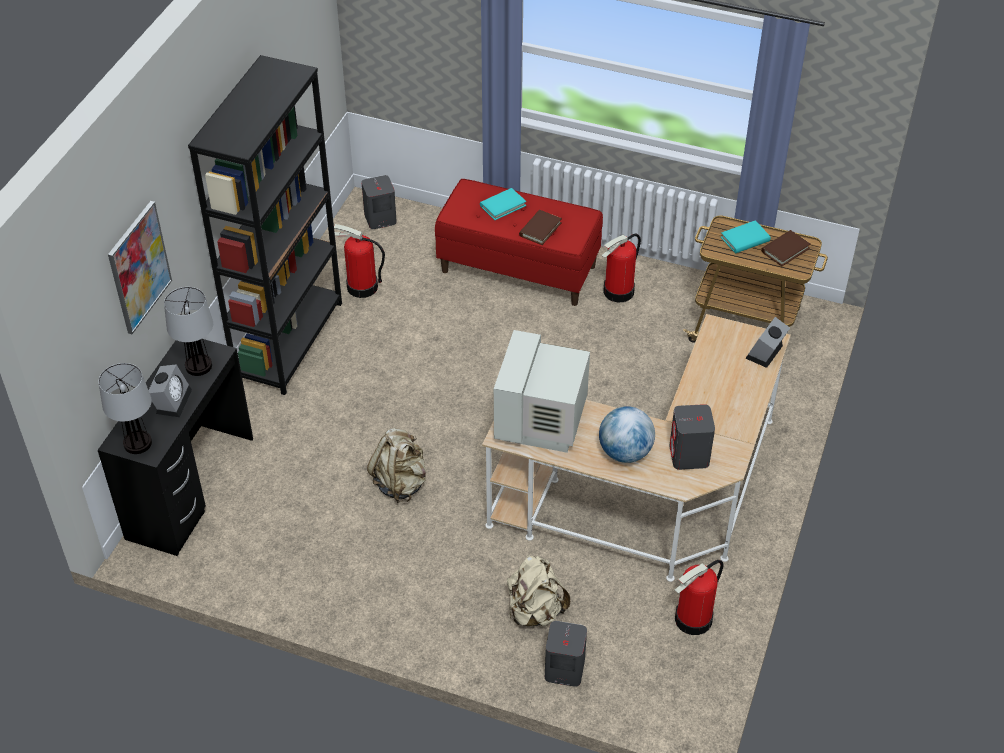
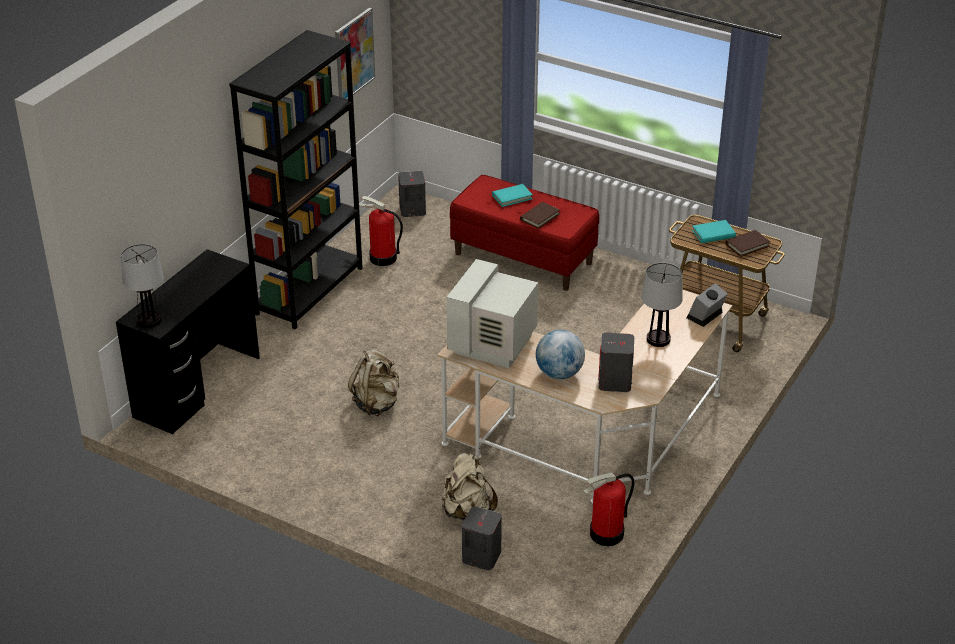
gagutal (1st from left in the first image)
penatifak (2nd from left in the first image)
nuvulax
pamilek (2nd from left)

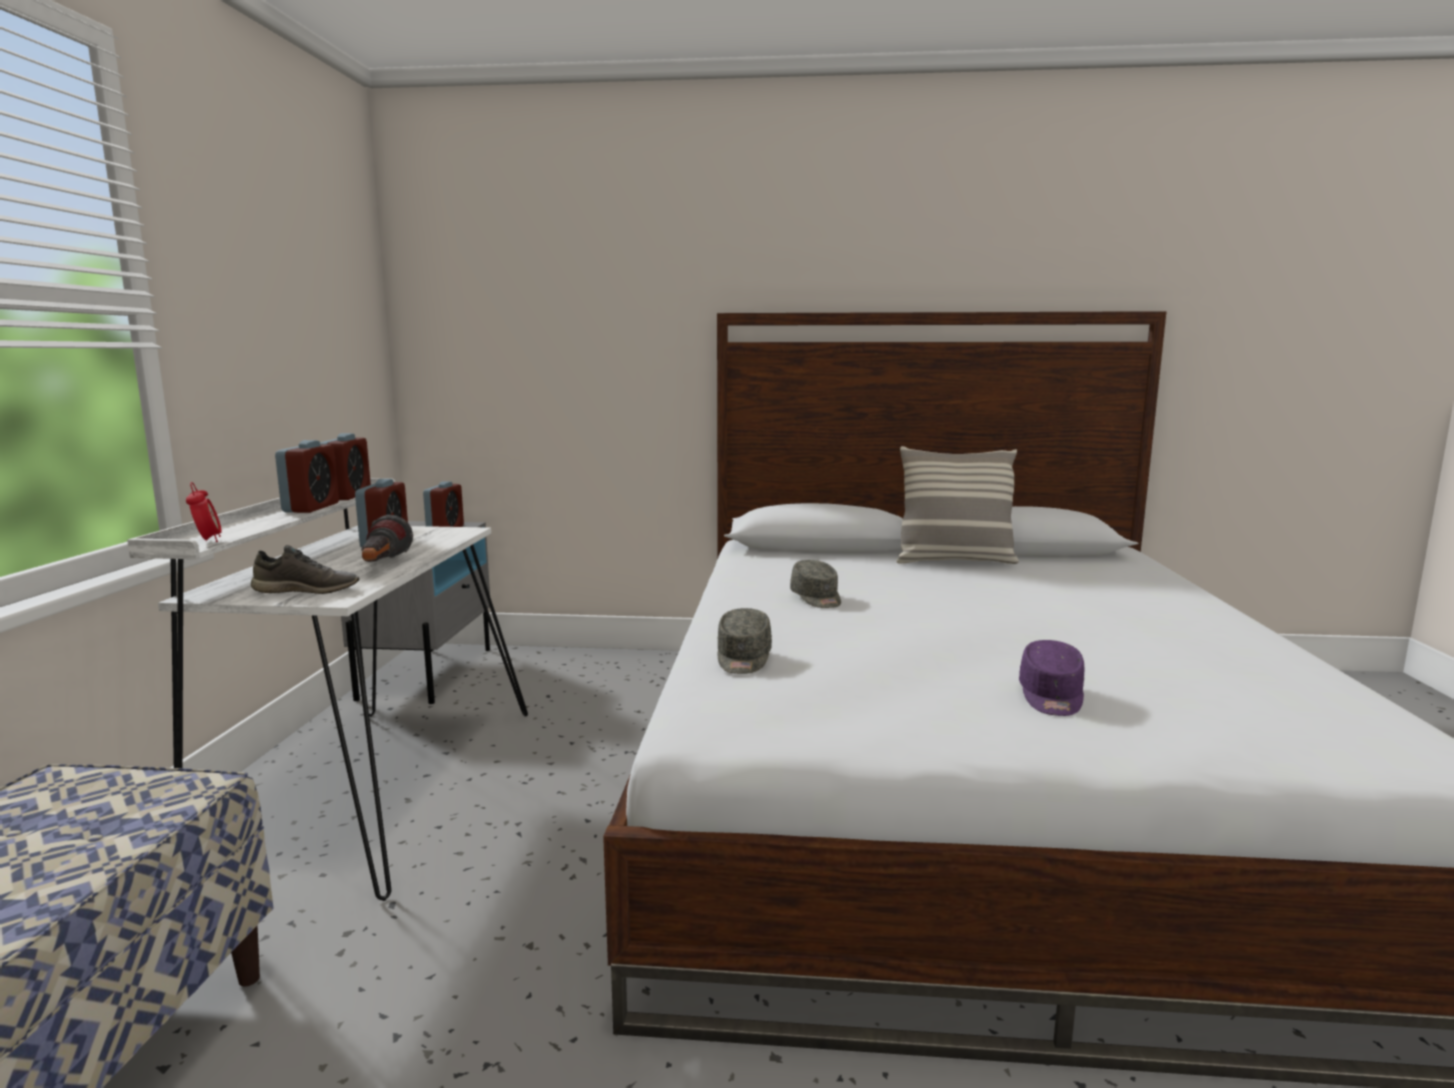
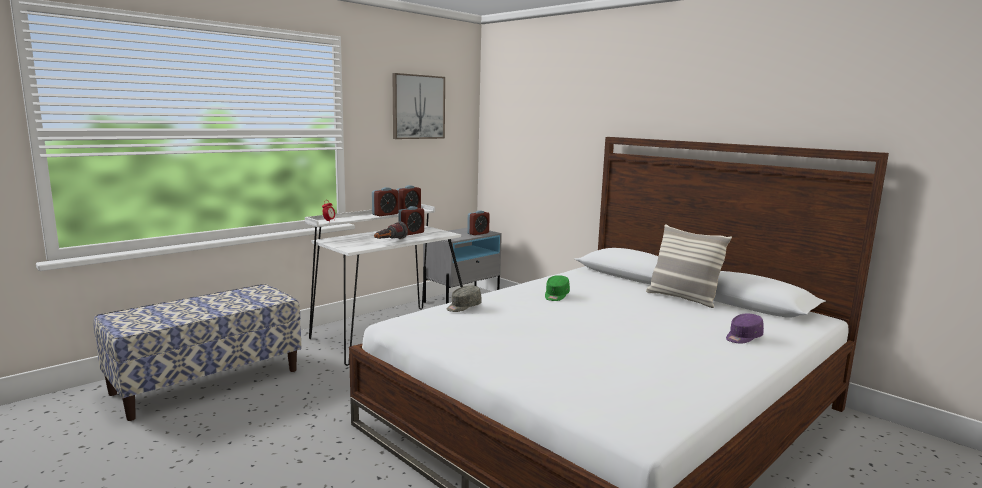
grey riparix
nuvulax
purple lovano
green lovano

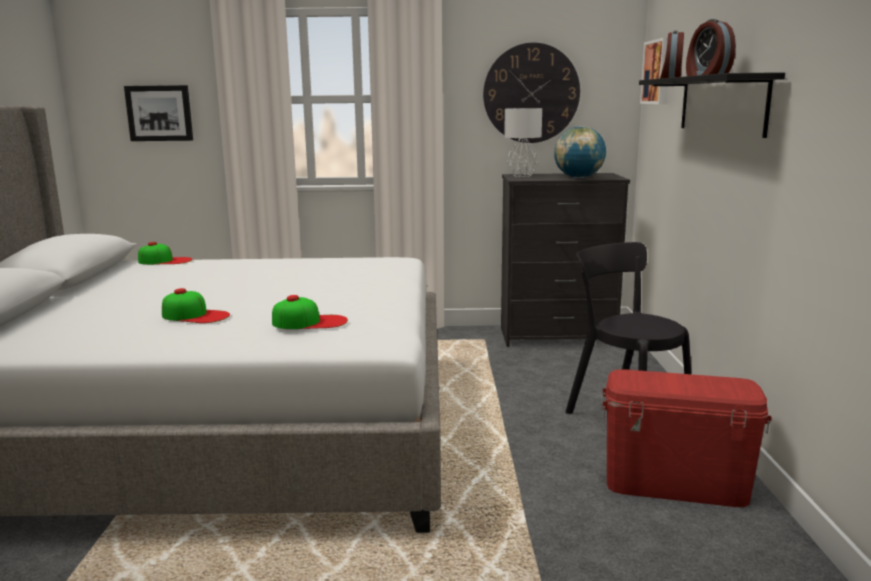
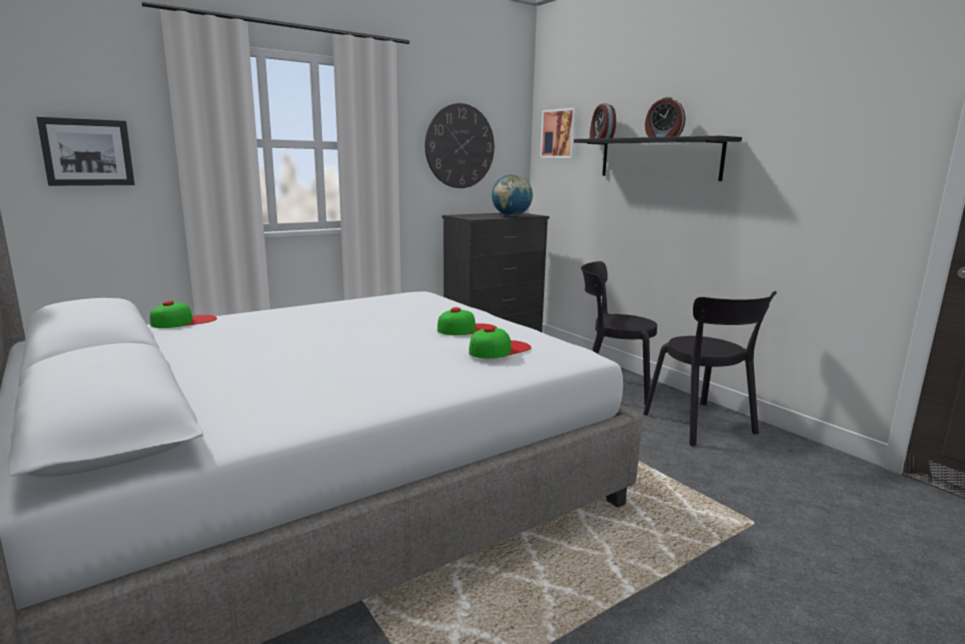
grey pamilek
lovano (2nd from left)
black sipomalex (2nd from left)

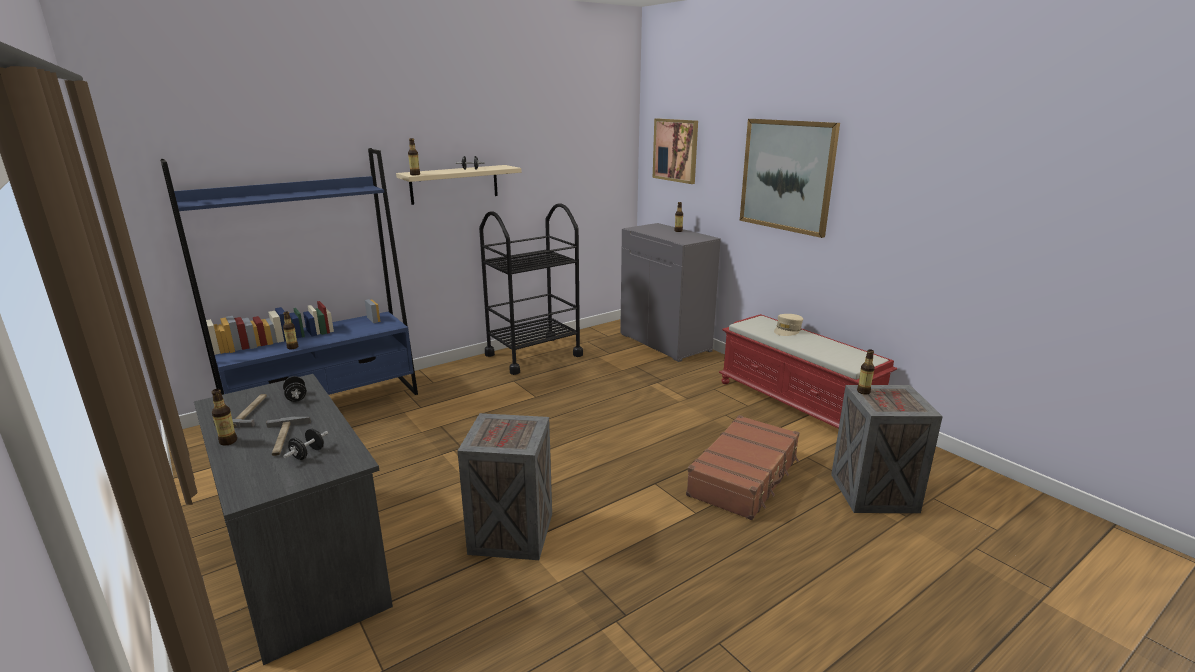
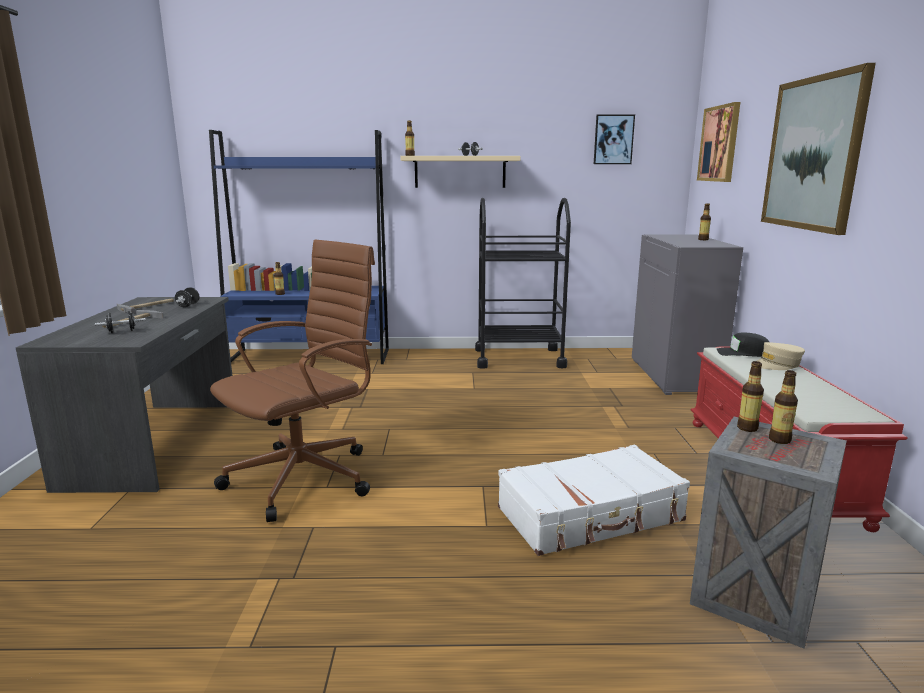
nuvulax (1st from left)
black lovano
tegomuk (5th from left)
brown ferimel
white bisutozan

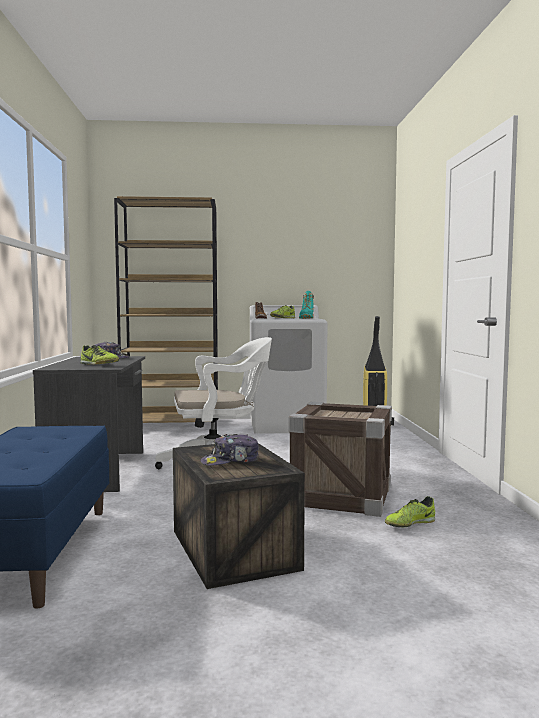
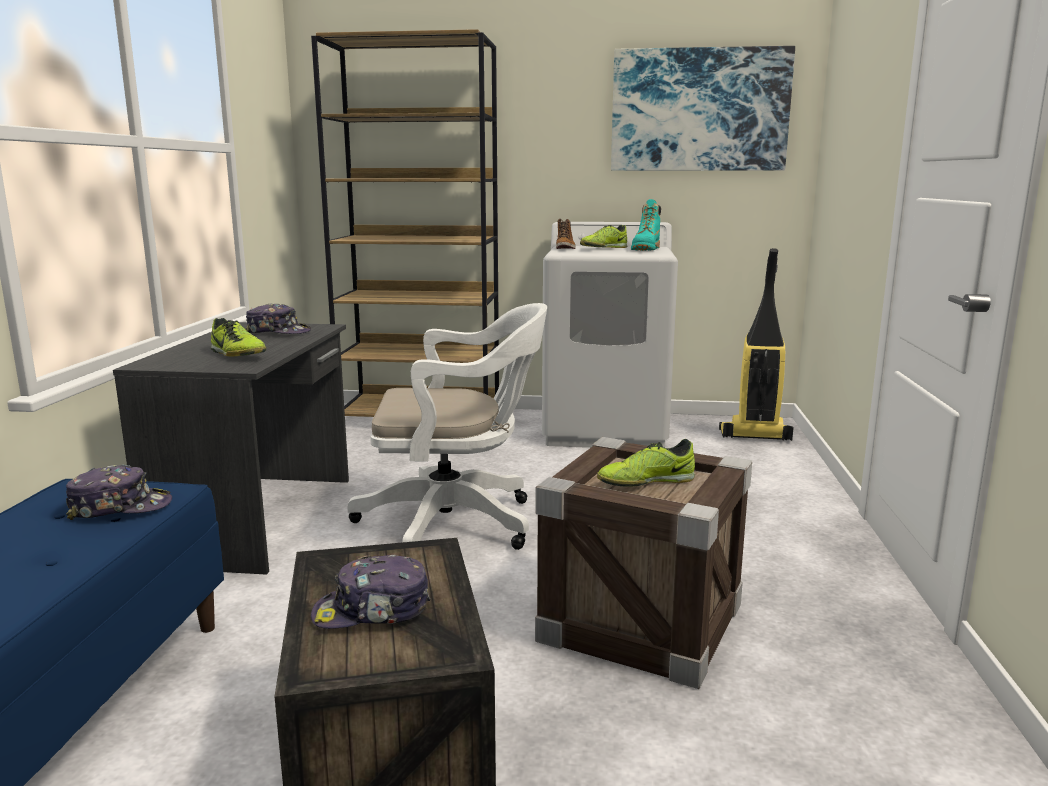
lovano (1st from left)
nuvulax
riparix (3rd from left)

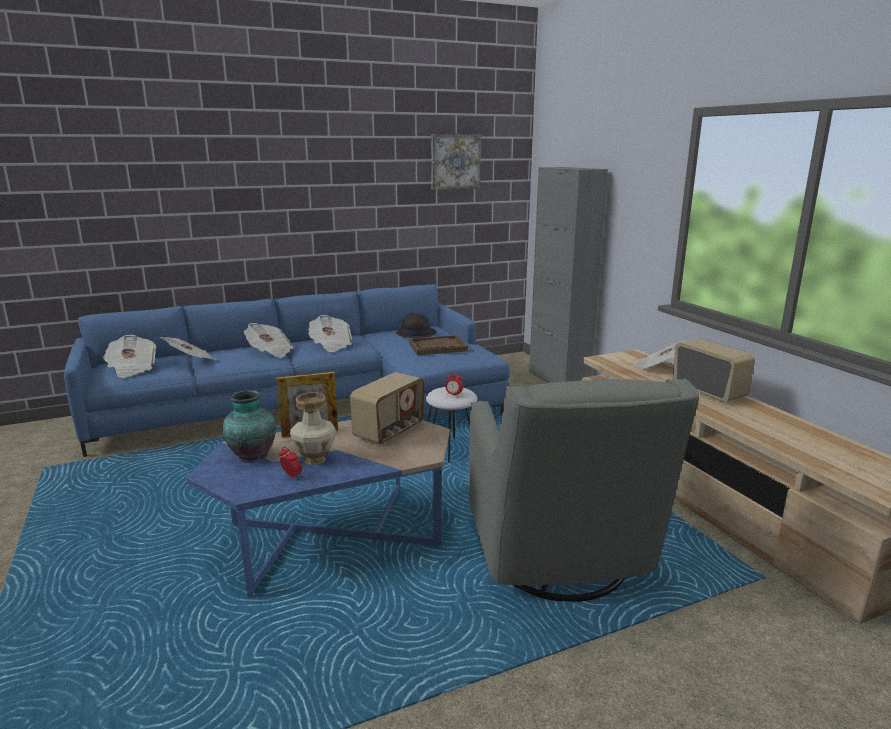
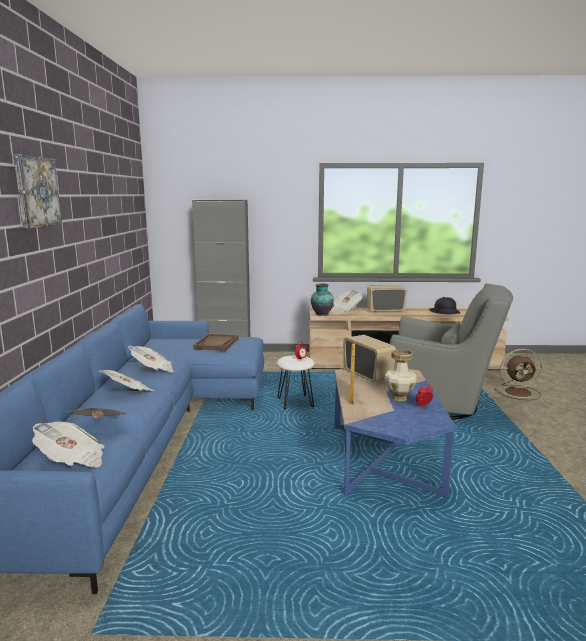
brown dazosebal
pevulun (1st from left)
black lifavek
nuvulax

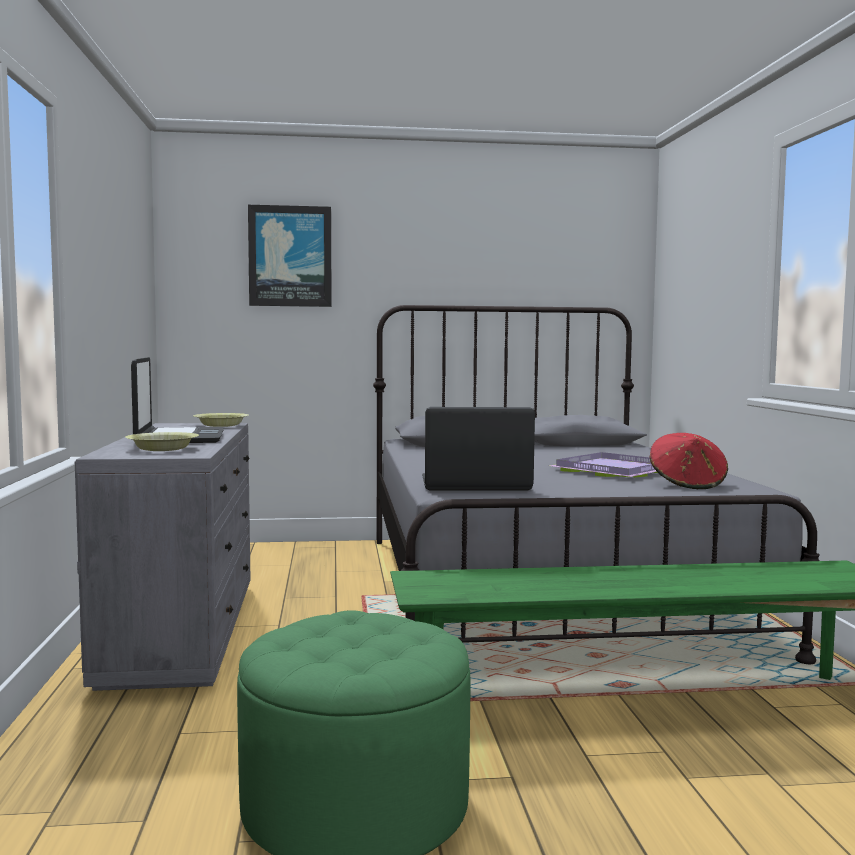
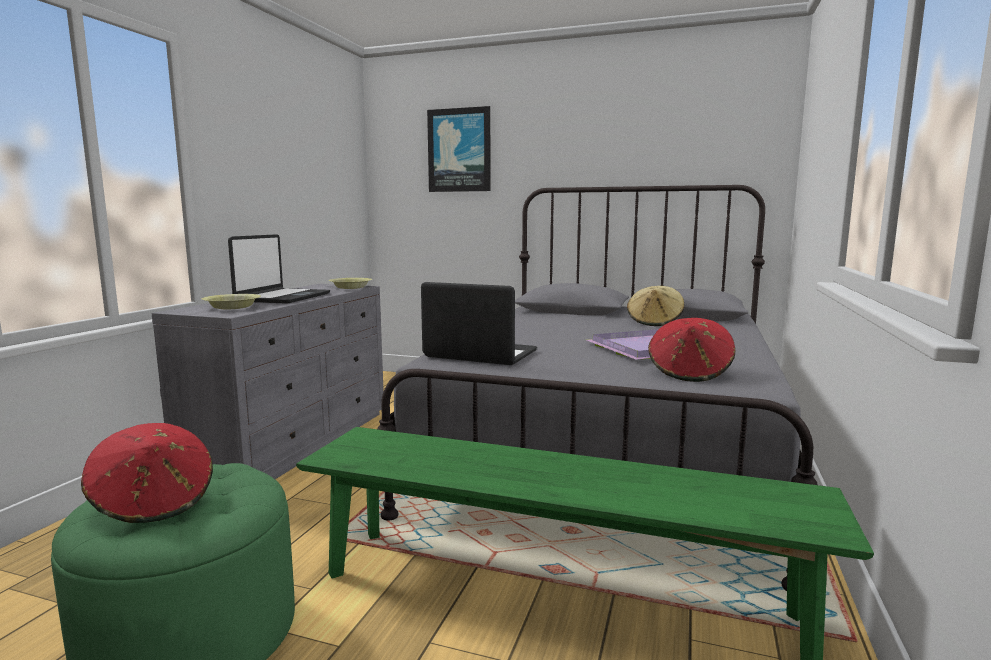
red lifavek (1st from left)
beige lifavek

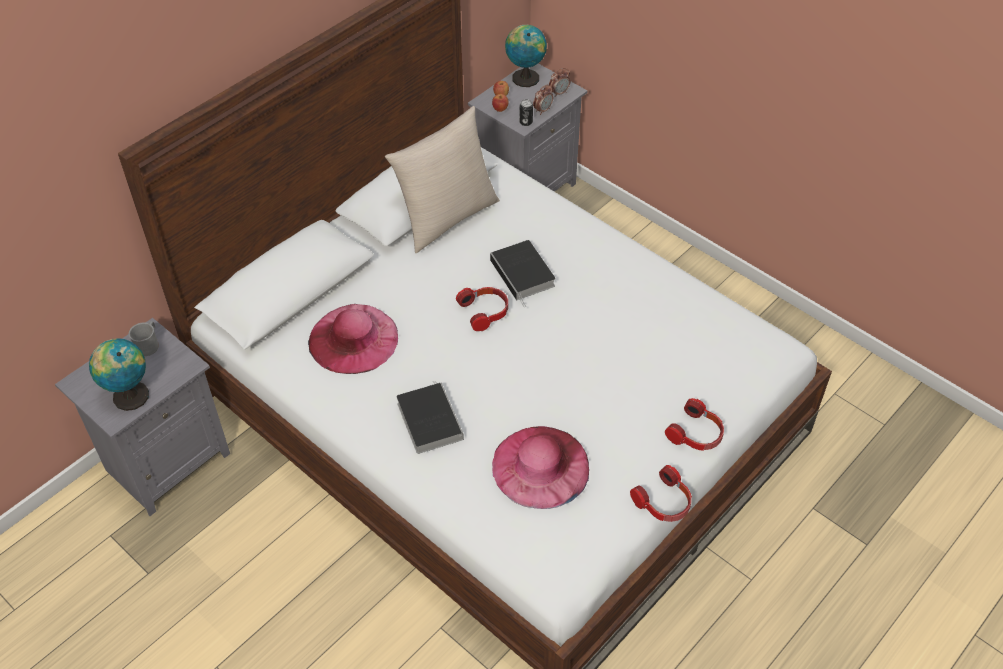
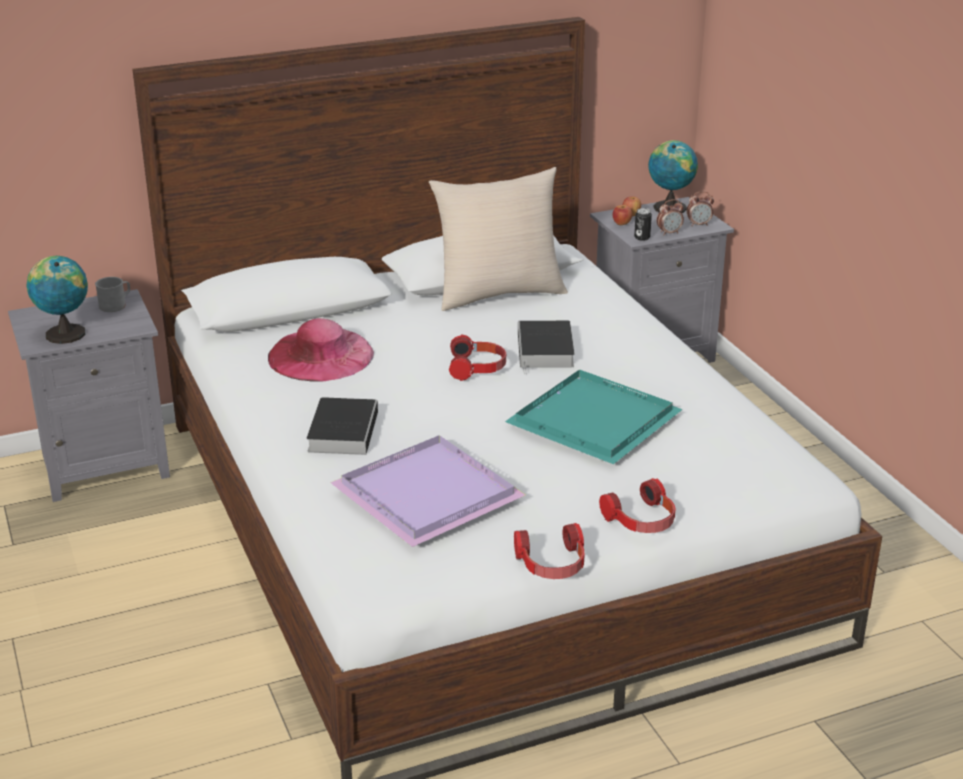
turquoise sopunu
purple sopunu

